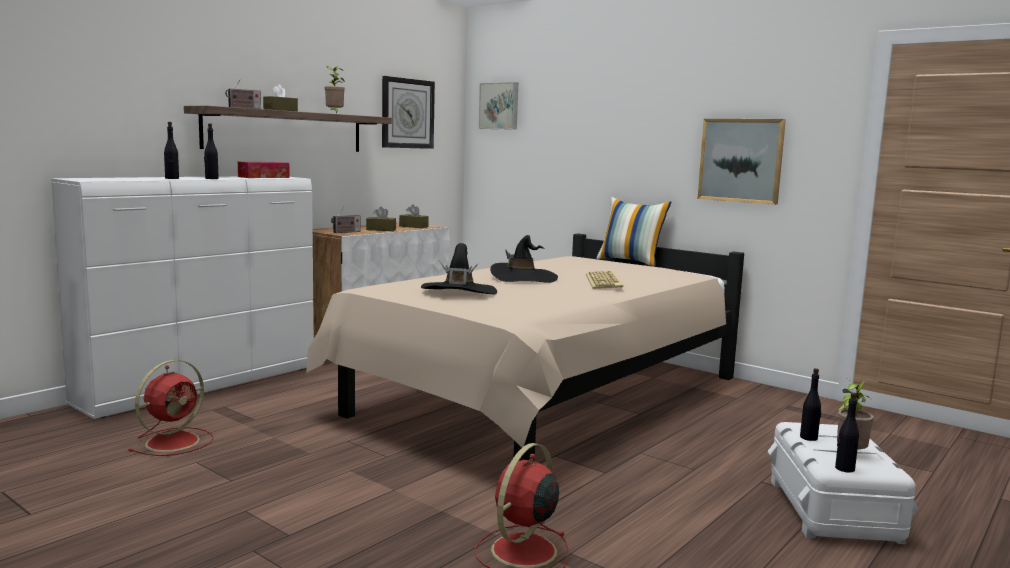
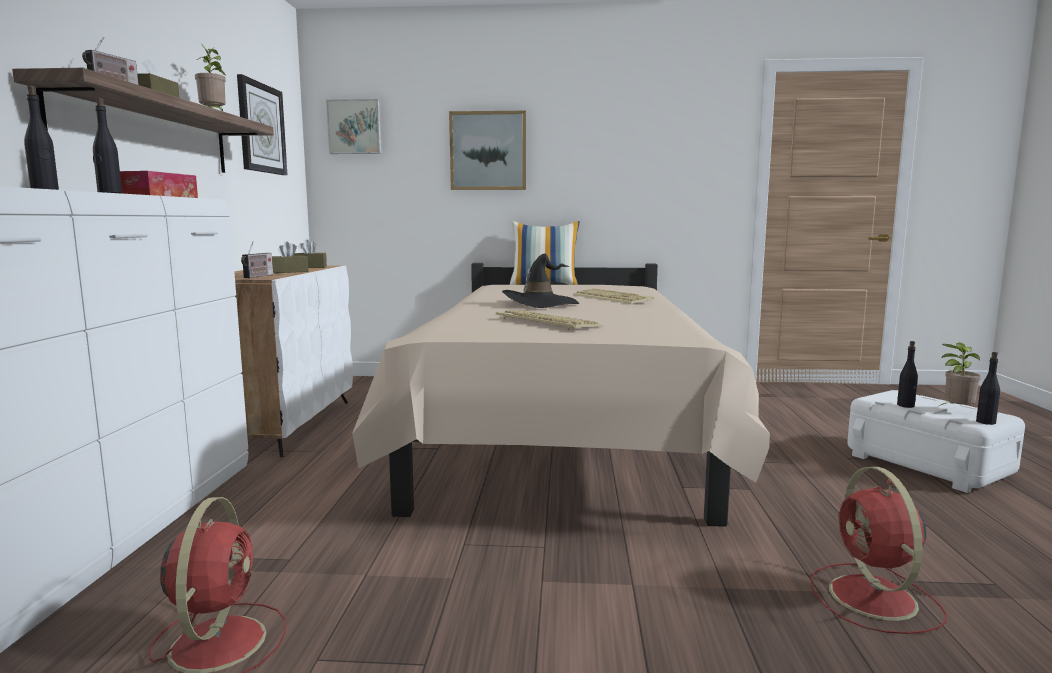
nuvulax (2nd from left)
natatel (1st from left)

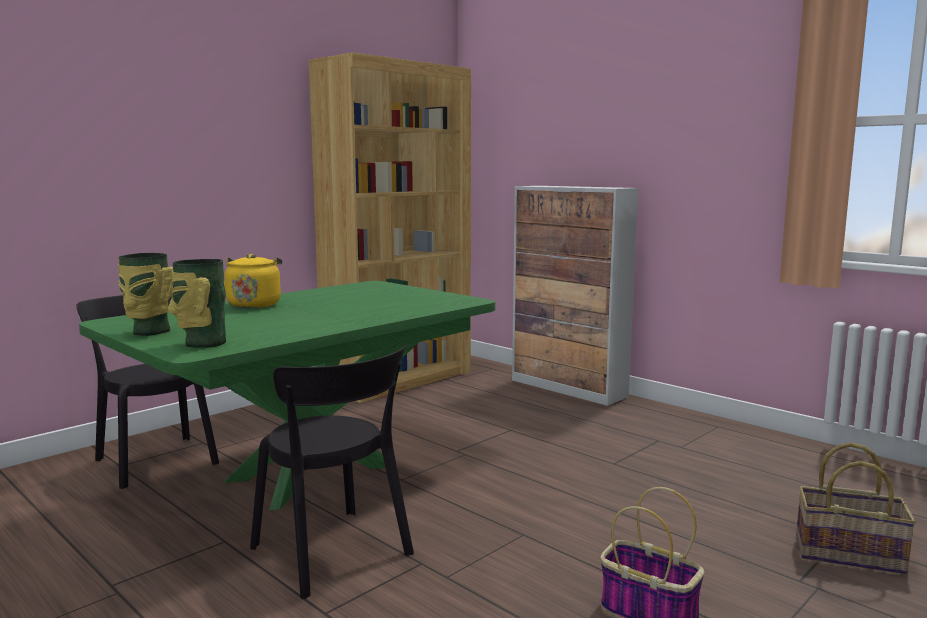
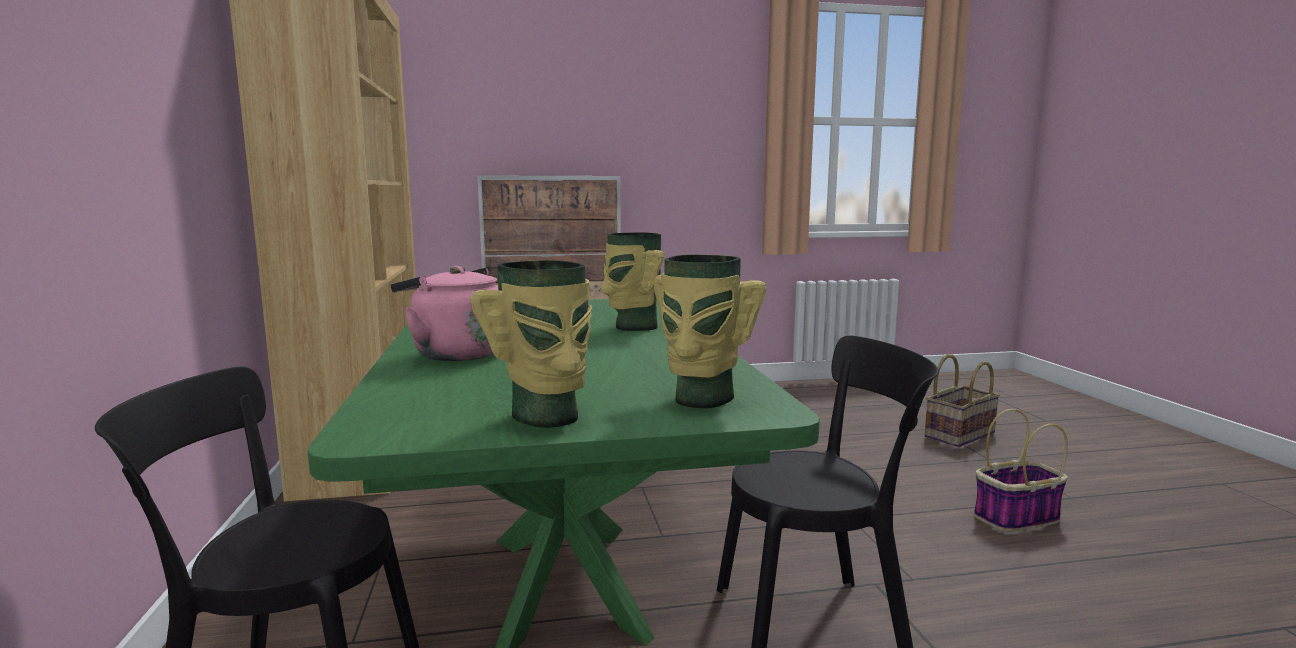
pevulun (2nd from left)
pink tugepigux

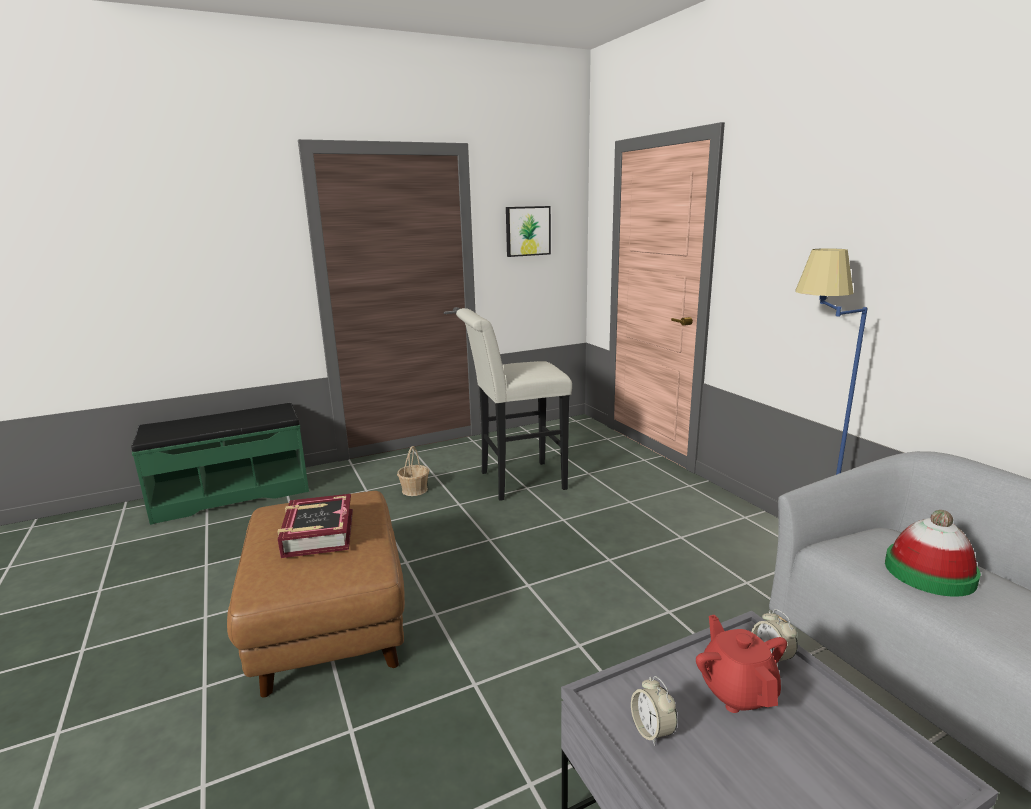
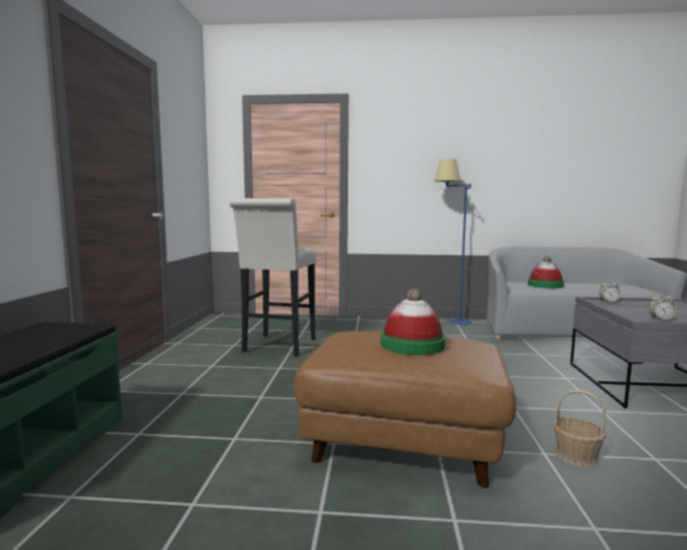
nuvulax
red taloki
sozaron
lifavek (1st from left)

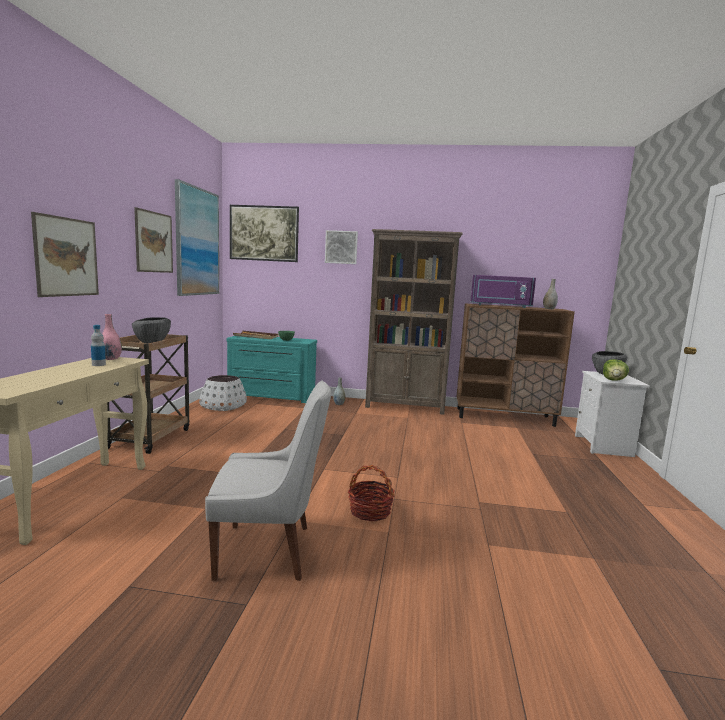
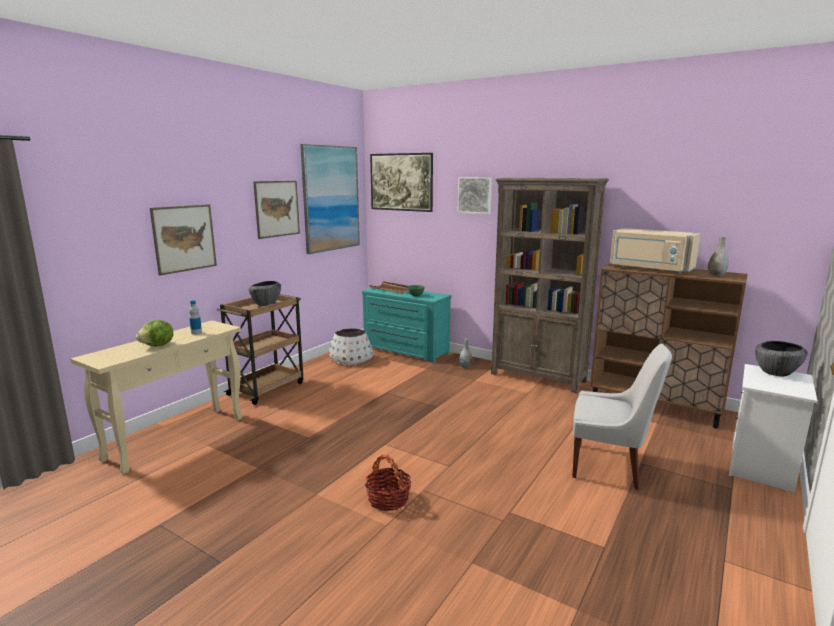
pink pevulun
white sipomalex
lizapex
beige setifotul

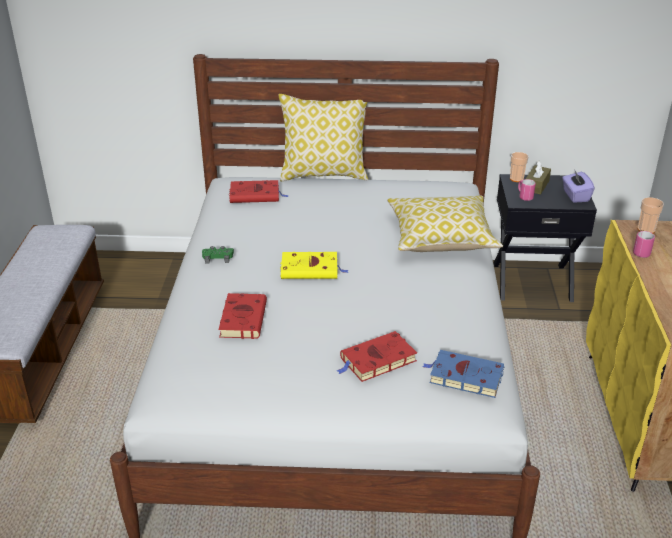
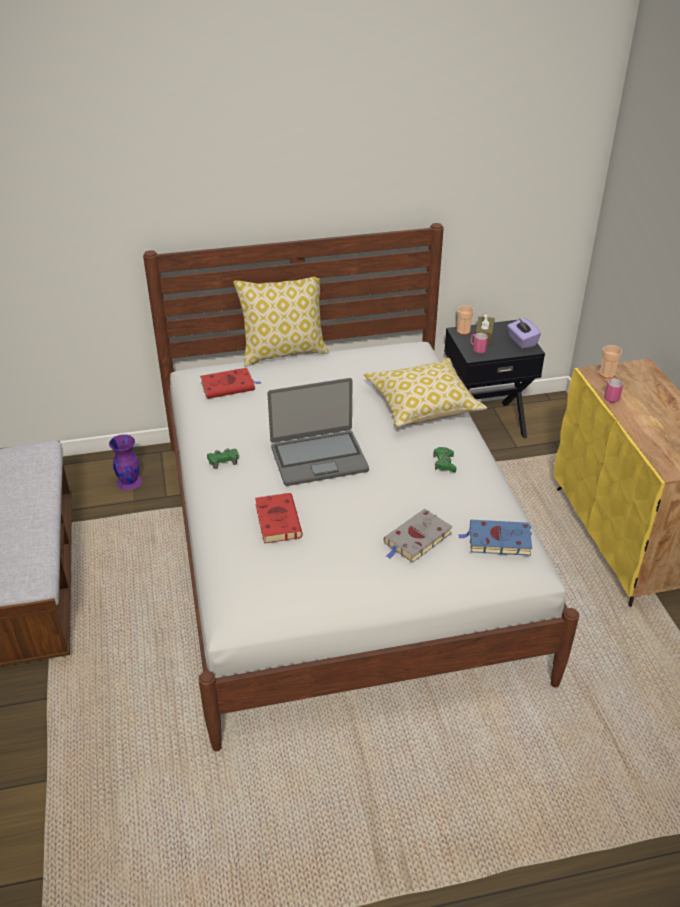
purple pevulun
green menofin (2nd from left)
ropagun
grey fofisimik

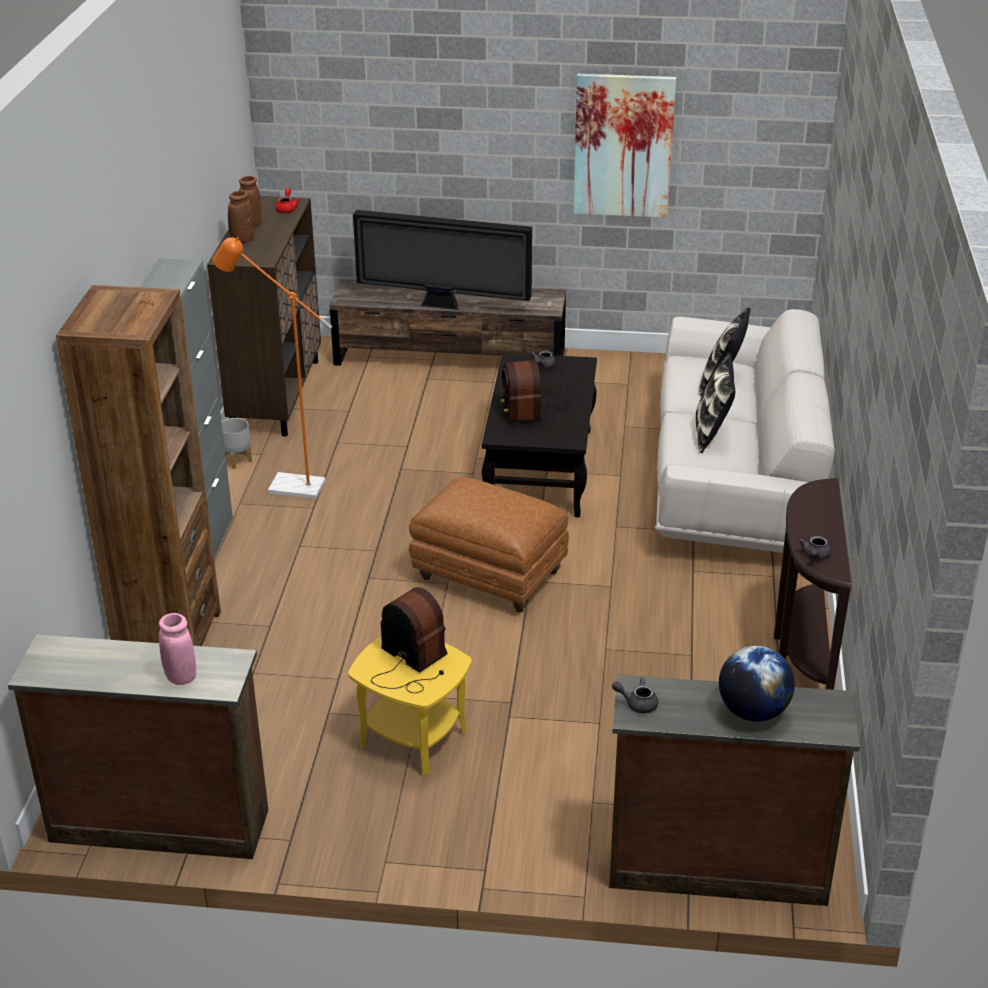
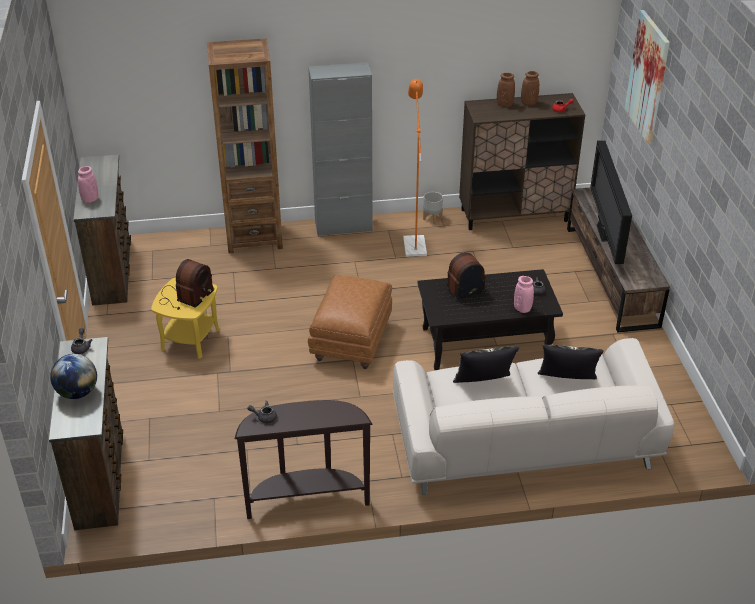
pink pevulun (2nd from left)
nuvulax

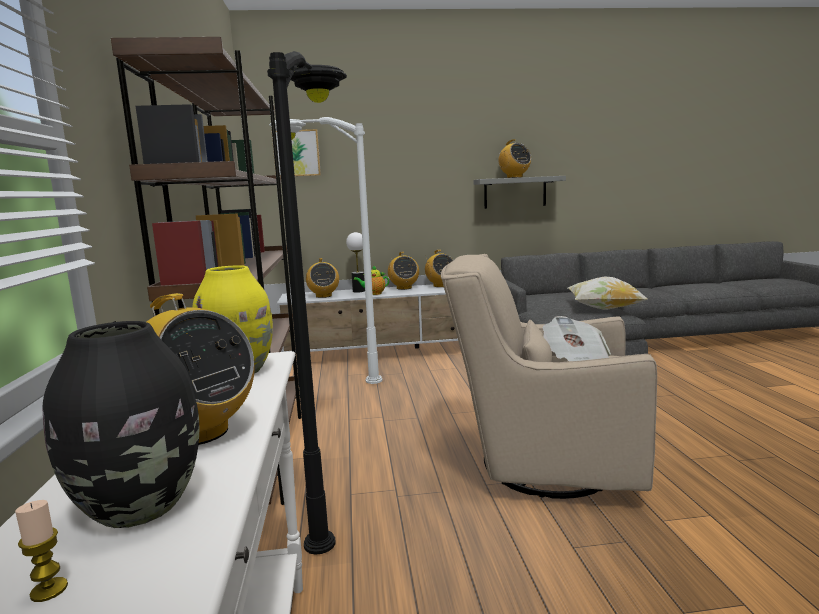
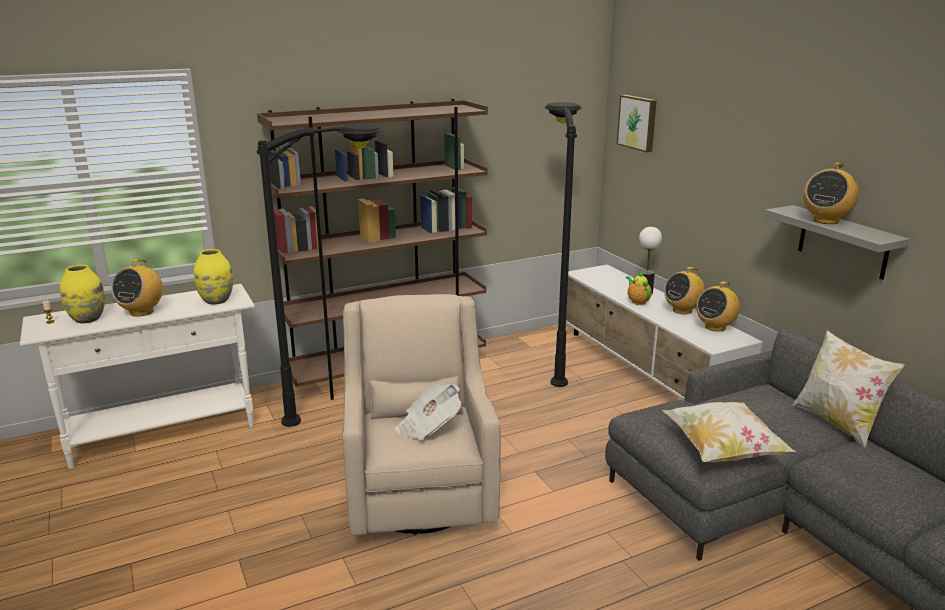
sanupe (2nd from left in the first image)
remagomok (2nd from left)
yellow pevulun (1st from left)
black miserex (2nd from left)

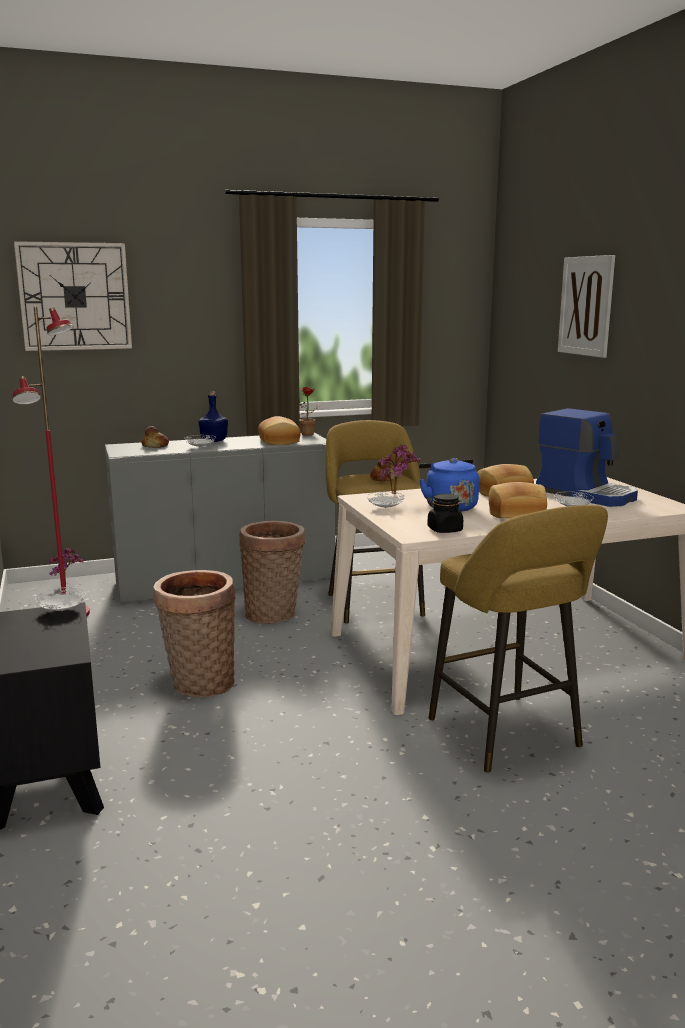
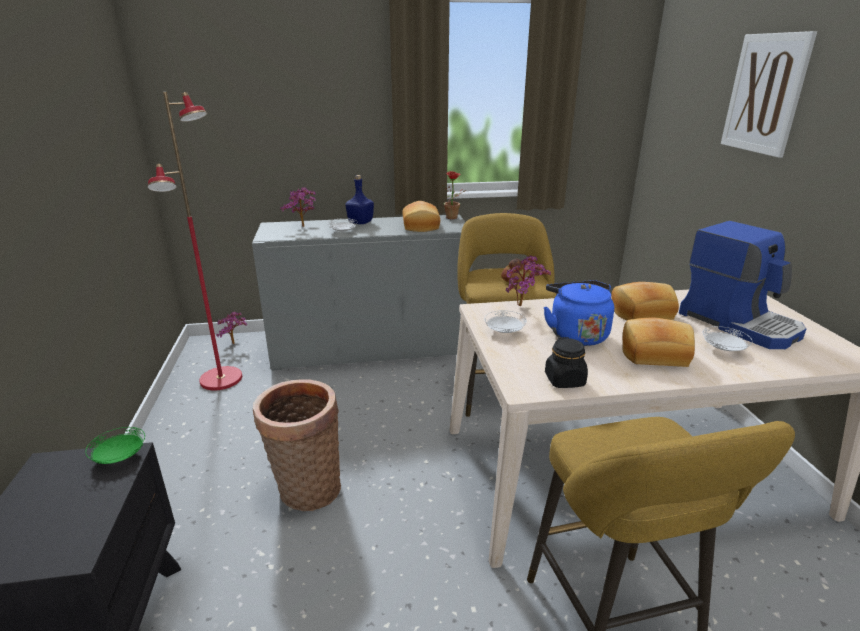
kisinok
sozaron (2nd from left in the first image)
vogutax (2nd from left)
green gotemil

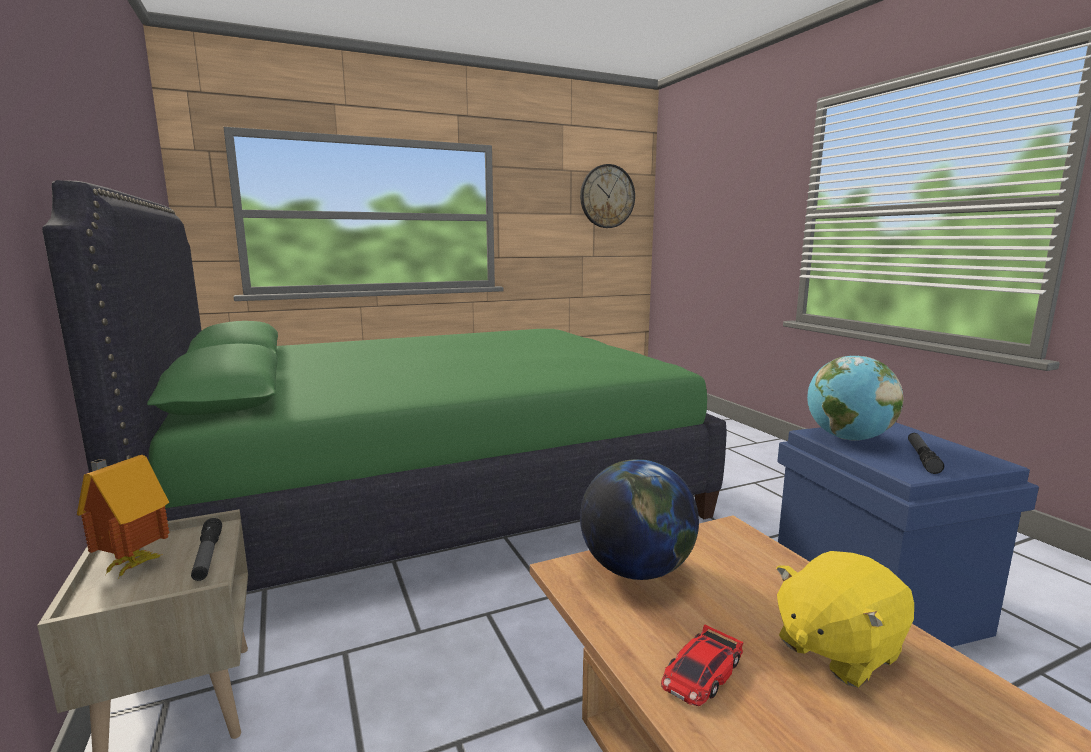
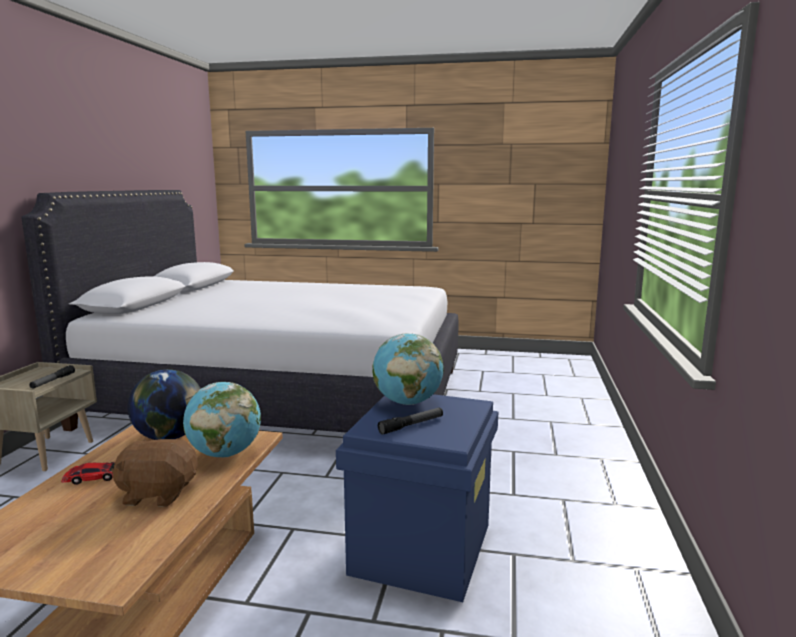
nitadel
kisinok
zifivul (2nd from left)
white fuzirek
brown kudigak

